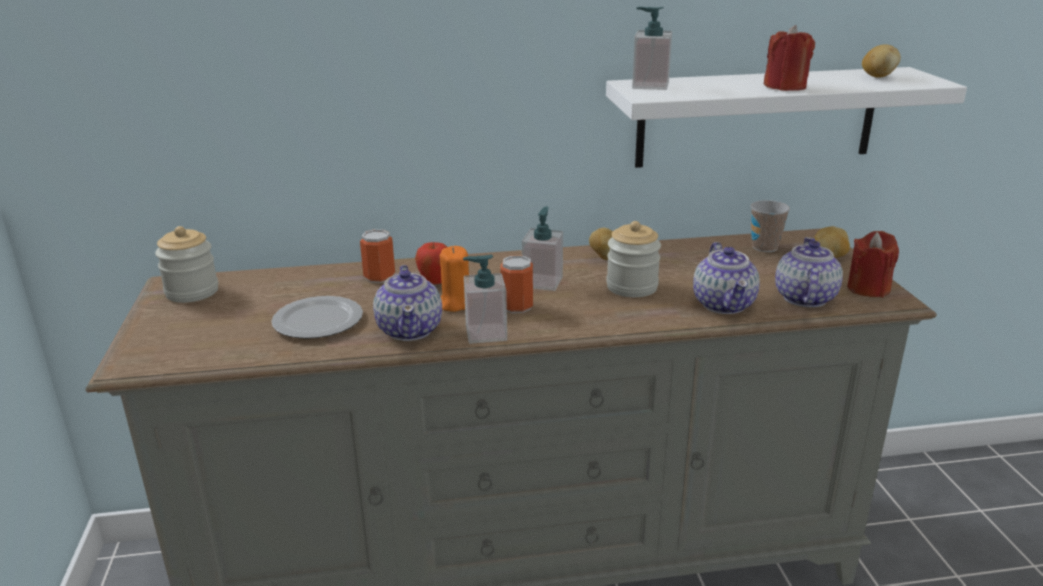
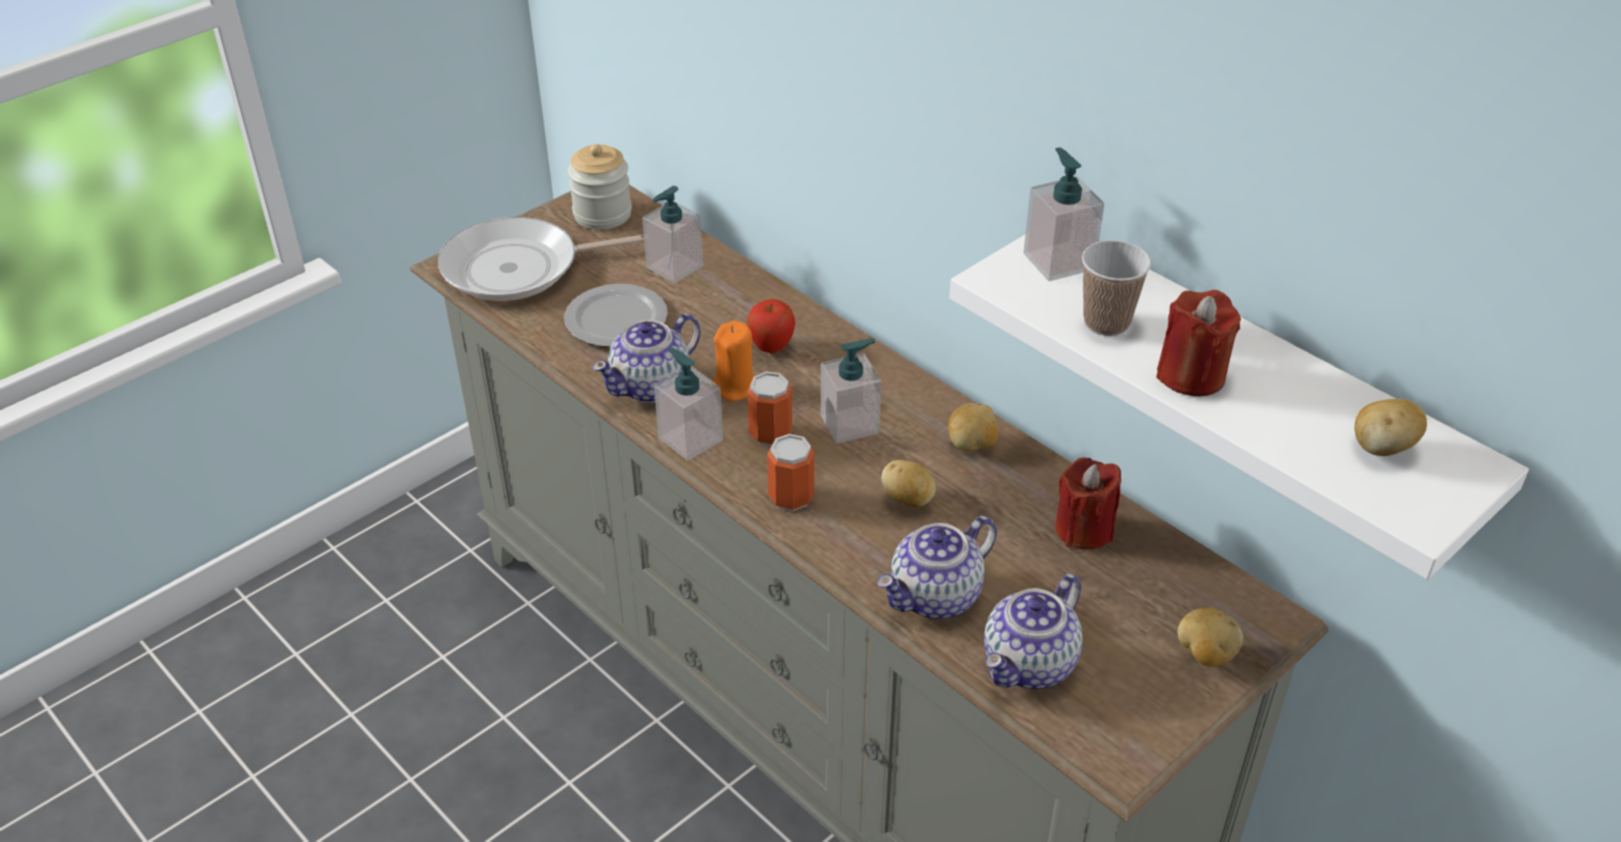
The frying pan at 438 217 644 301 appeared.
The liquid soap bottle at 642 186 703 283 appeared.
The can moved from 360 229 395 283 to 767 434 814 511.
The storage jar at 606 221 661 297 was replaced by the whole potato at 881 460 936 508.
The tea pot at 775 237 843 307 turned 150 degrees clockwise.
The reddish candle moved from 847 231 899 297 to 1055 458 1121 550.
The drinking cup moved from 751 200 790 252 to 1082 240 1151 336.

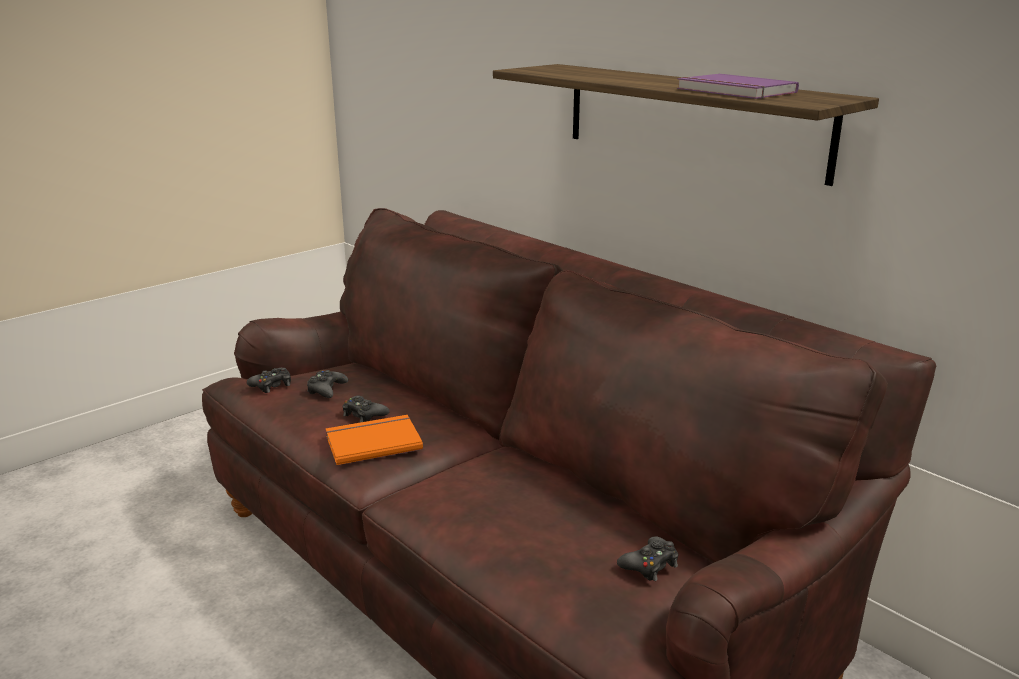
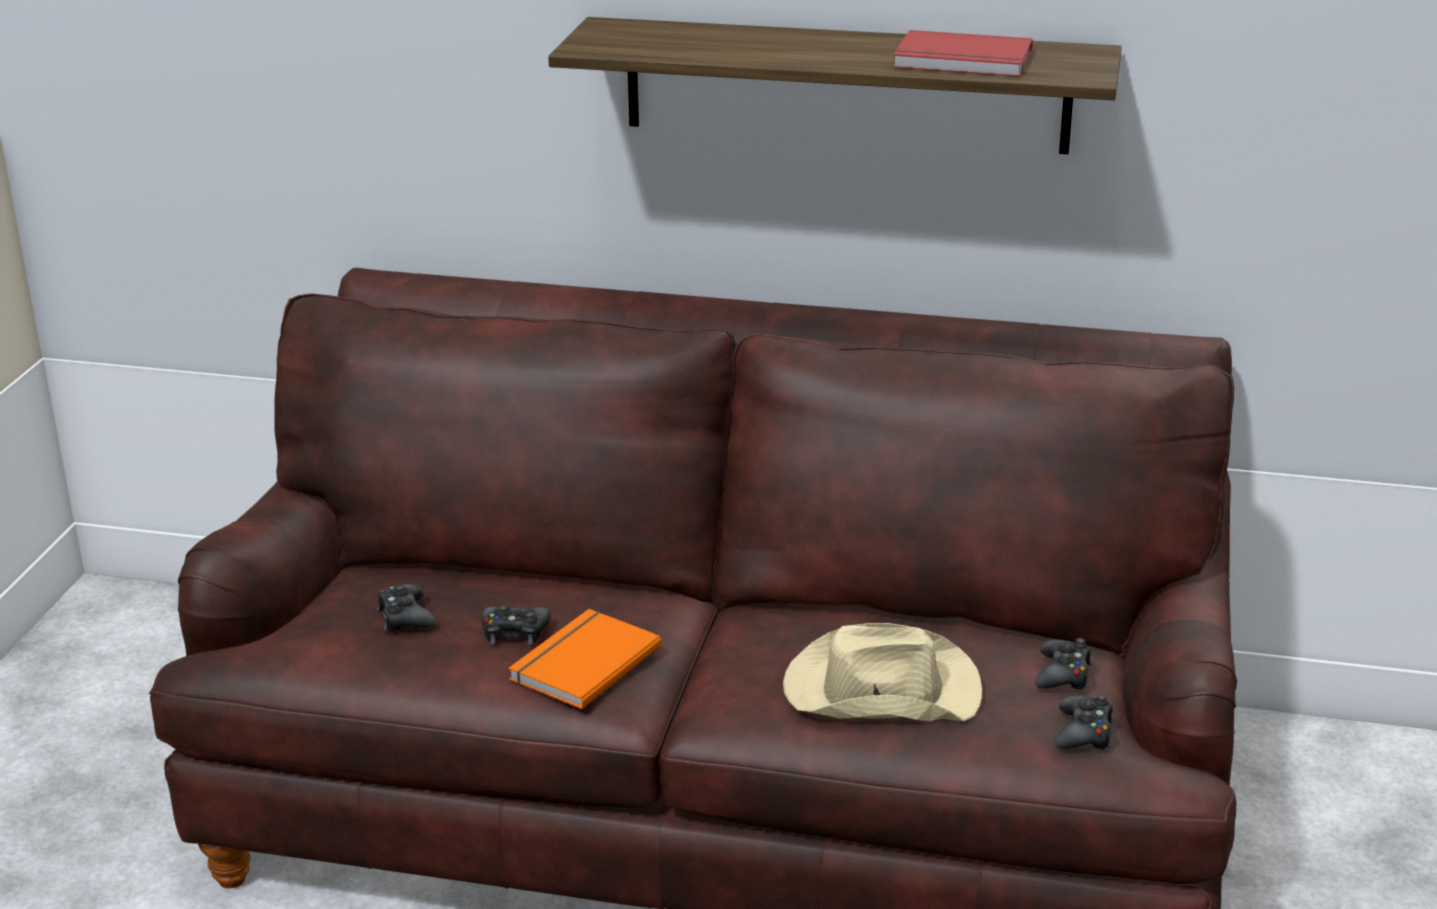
The sand-coloured wearable hat at 783 623 982 721 appeared.
The purplish volume at 677 74 799 99 became the reddish volume at 893 30 1033 77.
The black-coloured gamepad moved from 247 368 291 393 to 1055 694 1113 749.

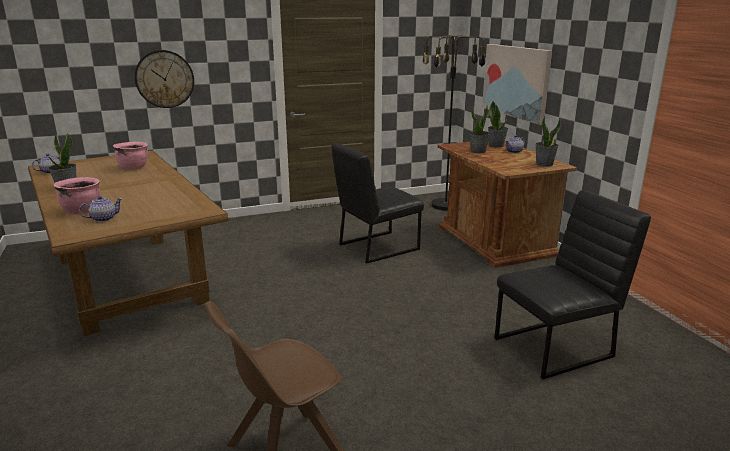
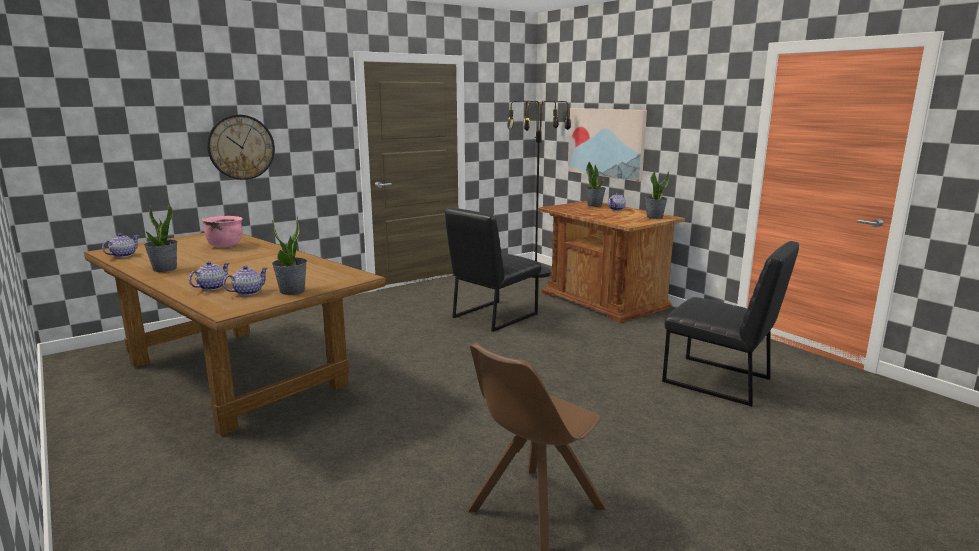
The pink-coloured stockpot at 54 177 100 214 was replaced by the tea pot at 189 261 230 290.
The houseplant moved from 469 105 490 153 to 272 216 307 295.
The black-coloured upright chair at 494 190 651 379 turned 75 degrees clockwise.

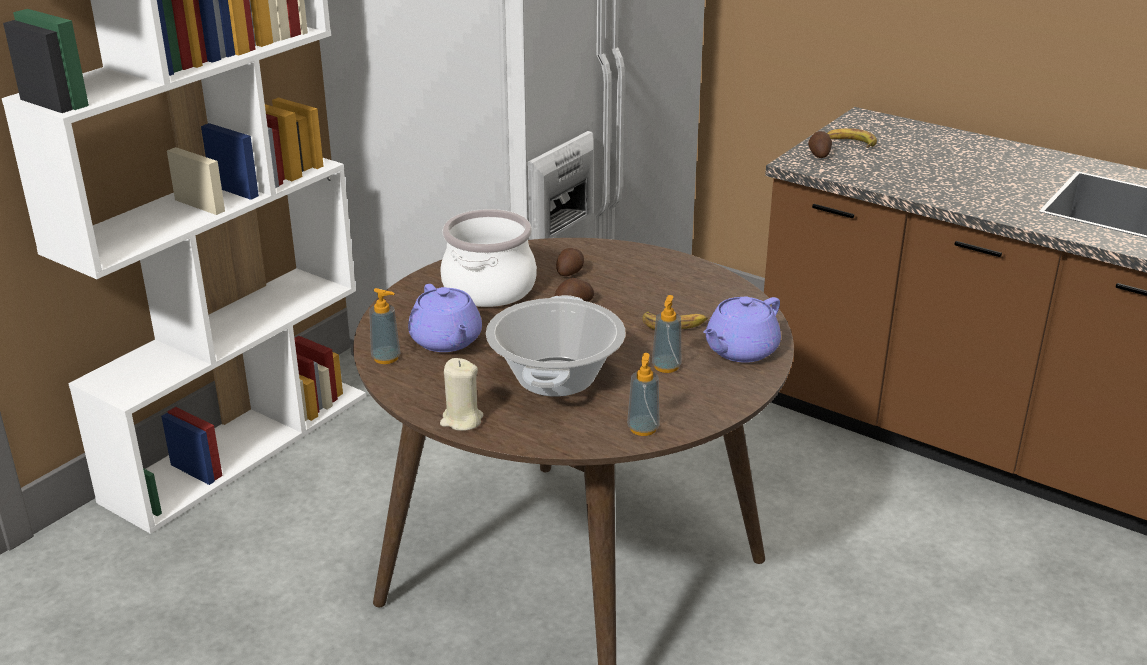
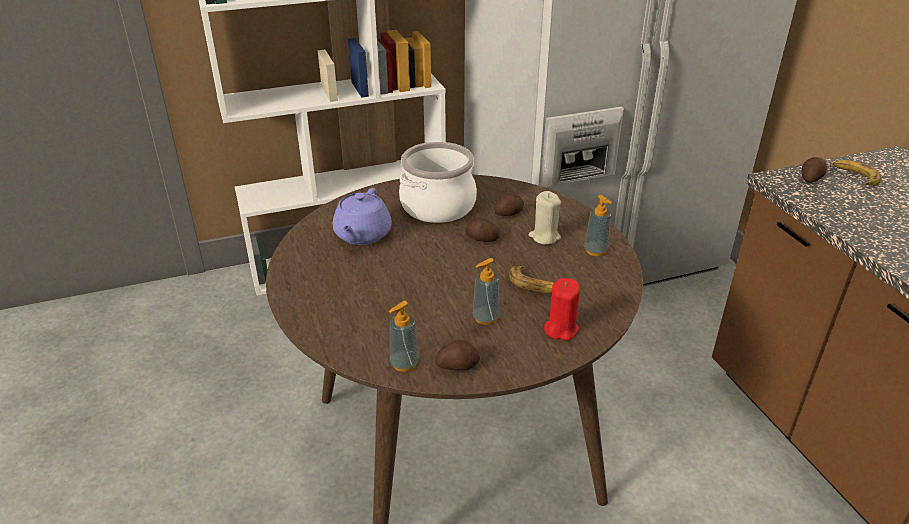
The whole potato at 435 340 480 370 appeared.
The sand-coloured candle moved from 440 358 483 431 to 528 191 561 245.
The purplish tea pot at 703 296 781 363 was replaced by the reddish candle at 544 278 580 340.
The liquid soap bottle moved from 369 288 400 364 to 584 195 612 256.
The stockpot at 486 295 625 397 disappeared.

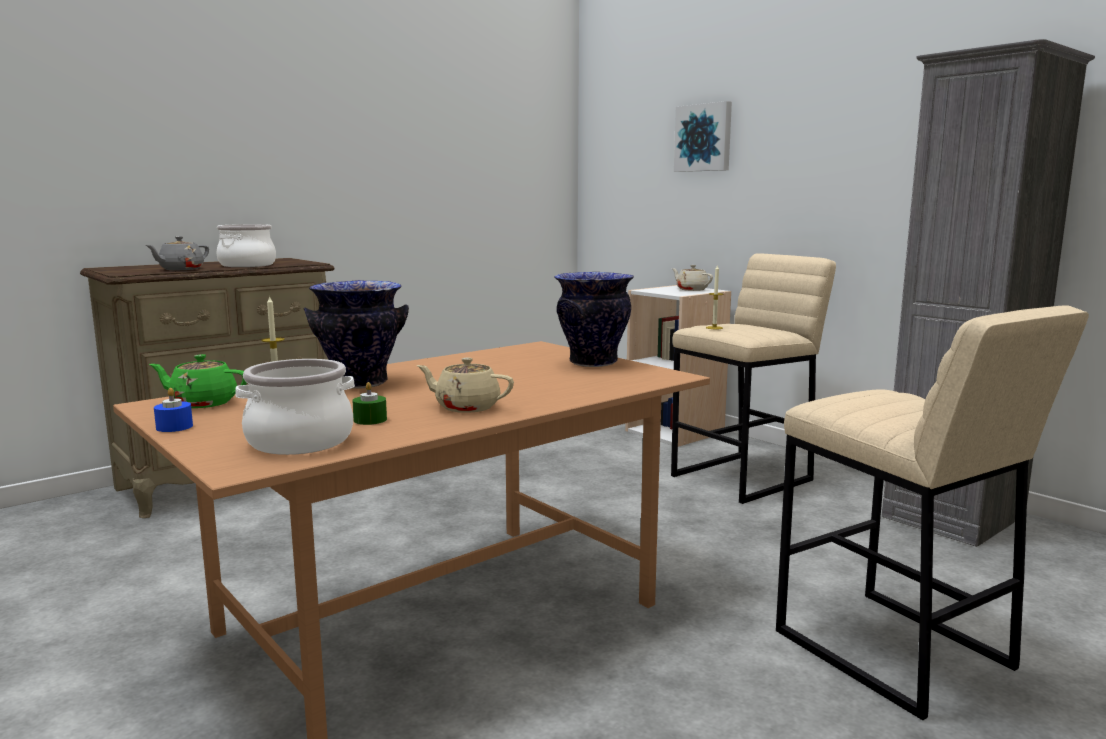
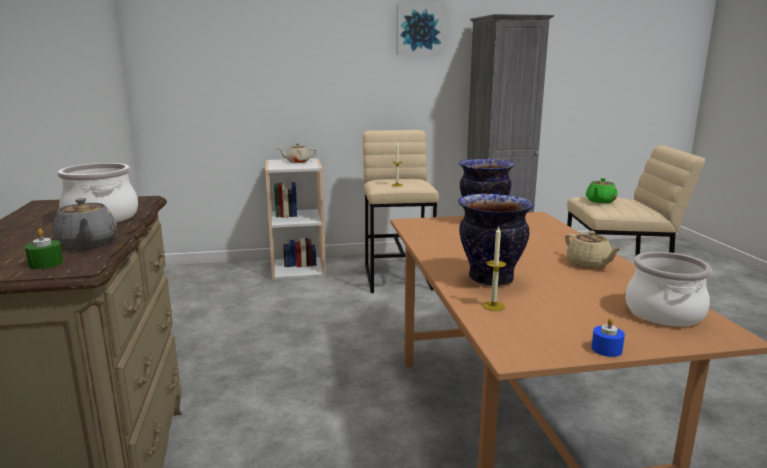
The greenish candle moved from 352 382 387 425 to 25 229 63 269.
The wall art moved from 674 101 732 172 to 397 4 445 55.
The sand-coloured tea pot at 417 358 514 413 turned 75 degrees counterclockwise.
The greenish tea pot moved from 149 354 247 408 to 586 178 617 203.

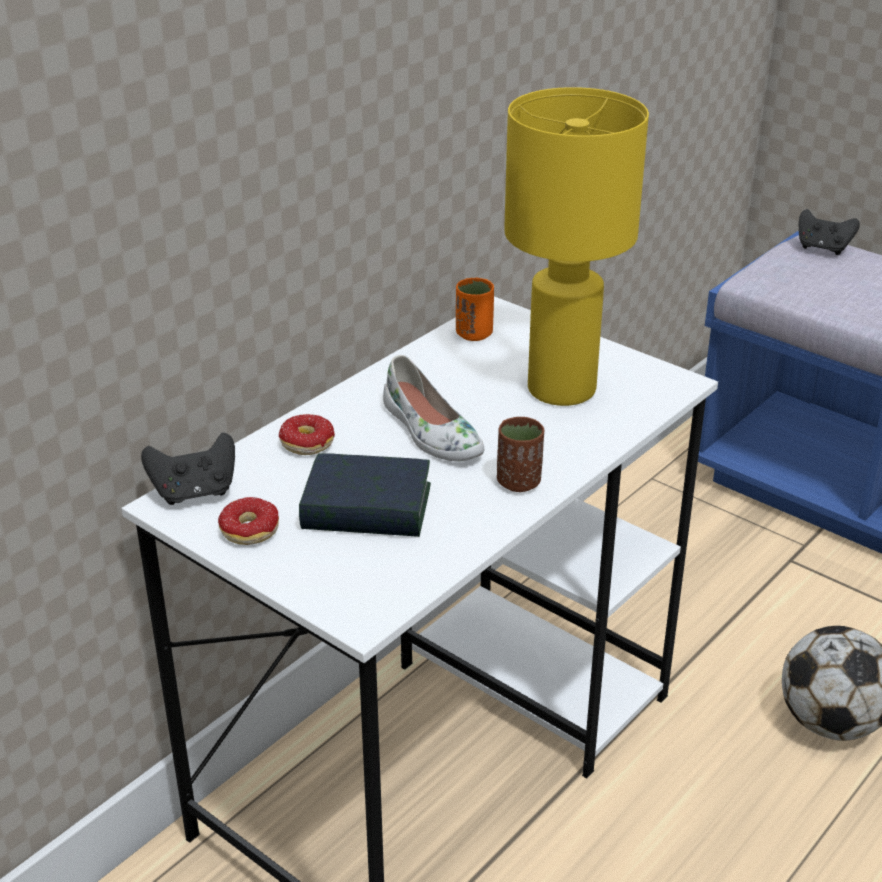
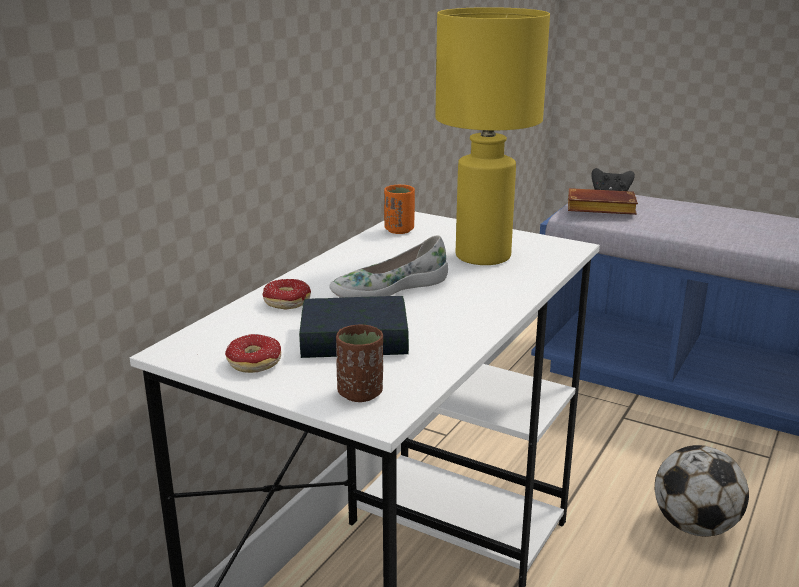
The white item of footwear at 383 355 484 462 turned 105 degrees clockwise.
The brown-coloured drinking cup moved from 497 417 544 492 to 336 324 383 402.
The brown-coloured volume at 568 188 638 215 appeared.
The black-coloured gamepad at 141 432 235 505 disappeared.

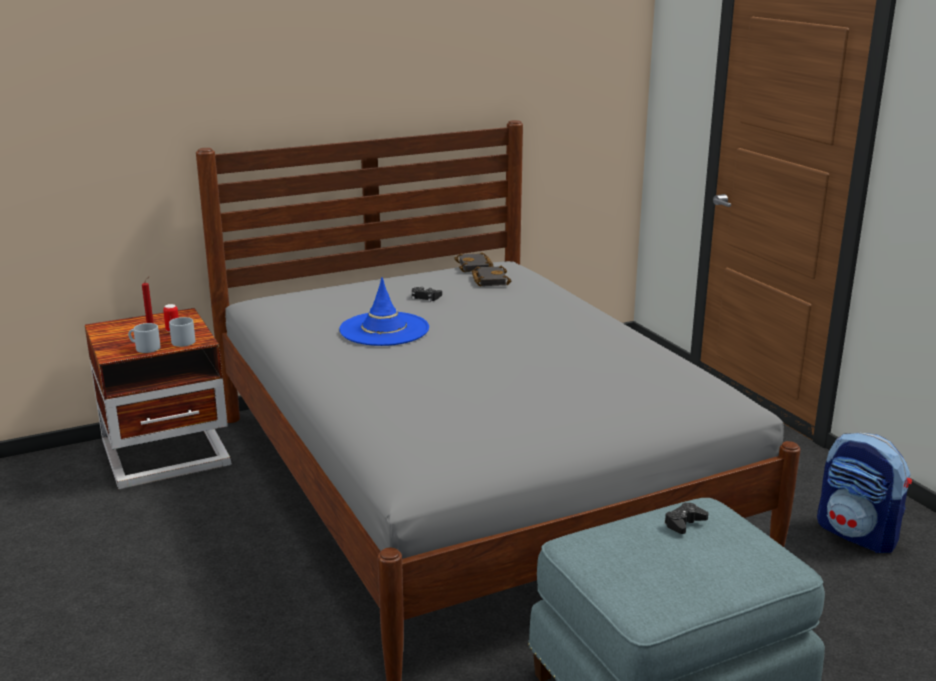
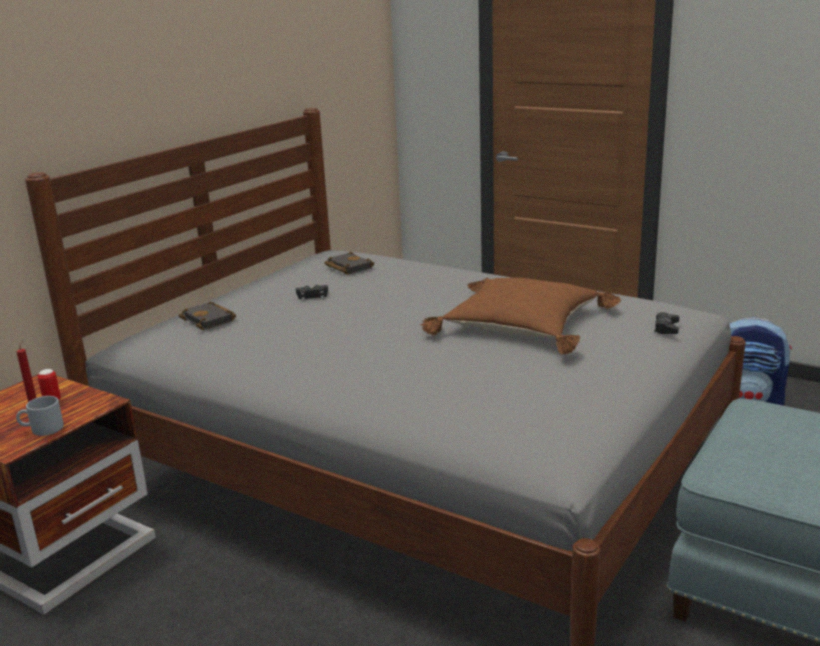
The black-coloured volume moved from 454 252 494 272 to 179 301 236 330.
The brown-coloured throw pillow at 420 278 622 355 appeared.
The black-coloured gamepad moved from 664 502 709 534 to 654 312 679 334.
The grey mug at 169 317 195 347 disappeared.
The blue-coloured wearable hat at 339 277 429 346 disappeared.

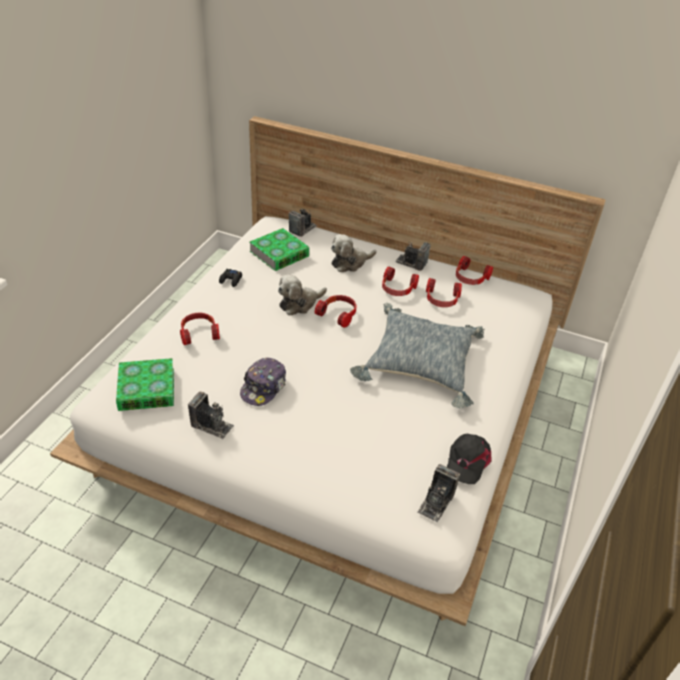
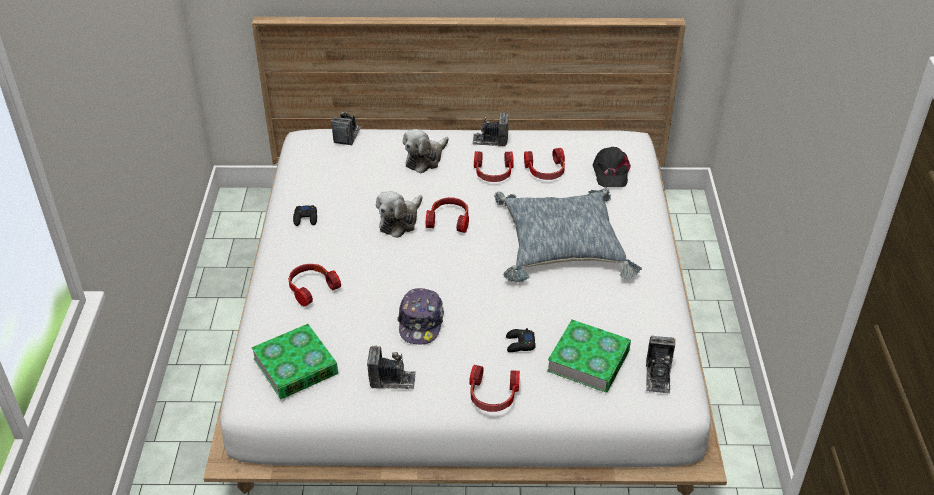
The headphones moved from 456 256 493 285 to 469 365 520 412.
The black-coloured gamepad at 506 328 536 352 appeared.
The volume moved from 250 228 310 271 to 547 320 631 393.
The black-coloured peaked cap moved from 447 434 492 484 to 593 147 631 187.

